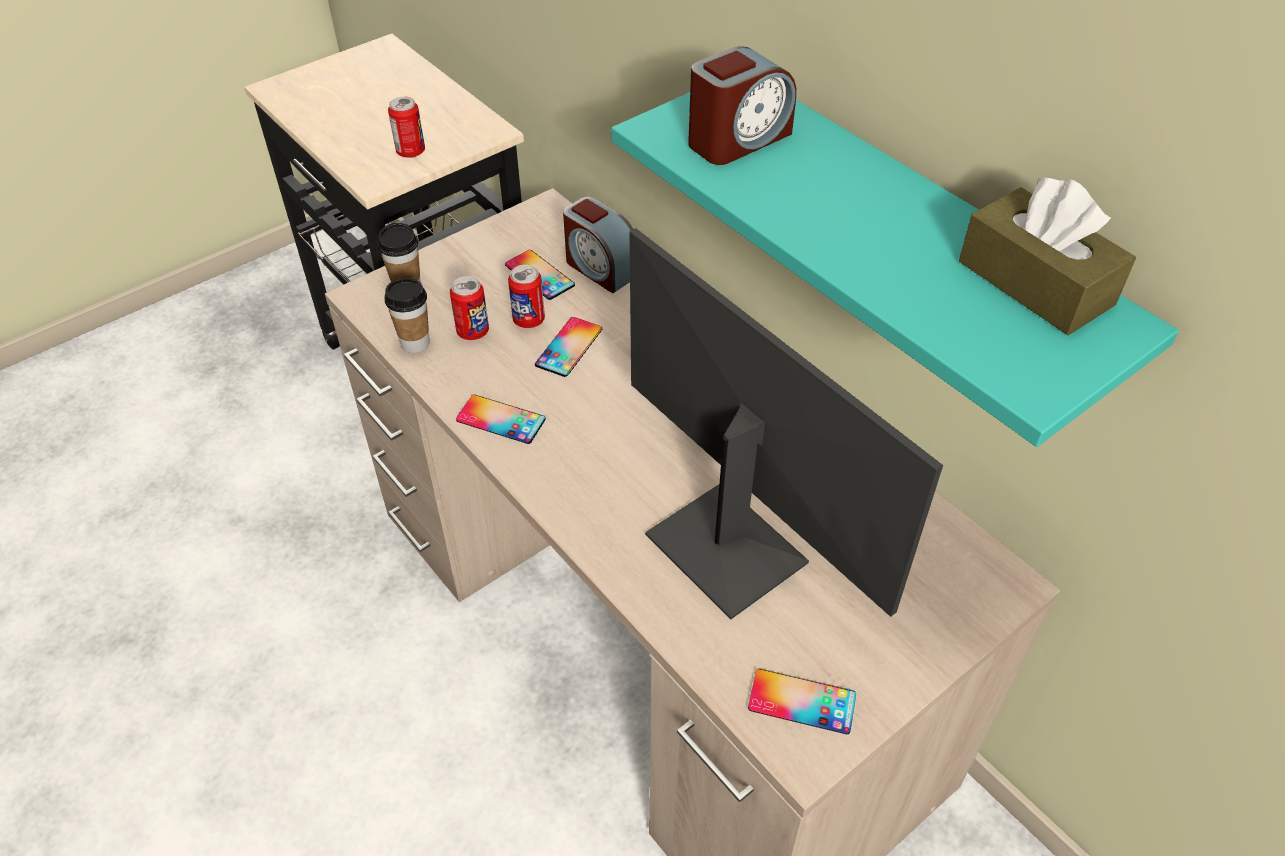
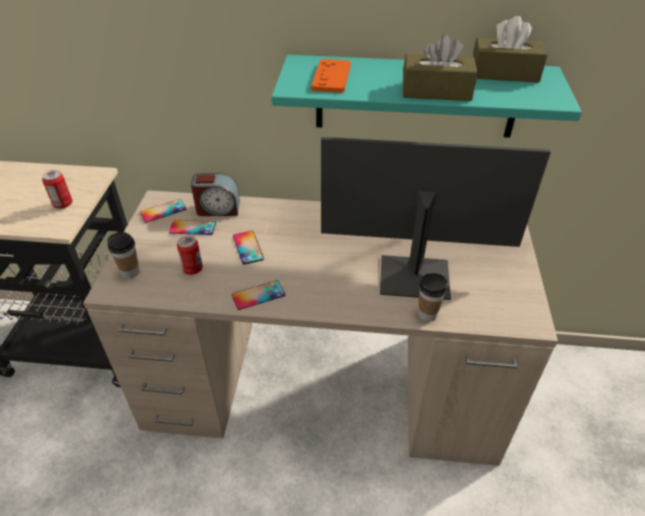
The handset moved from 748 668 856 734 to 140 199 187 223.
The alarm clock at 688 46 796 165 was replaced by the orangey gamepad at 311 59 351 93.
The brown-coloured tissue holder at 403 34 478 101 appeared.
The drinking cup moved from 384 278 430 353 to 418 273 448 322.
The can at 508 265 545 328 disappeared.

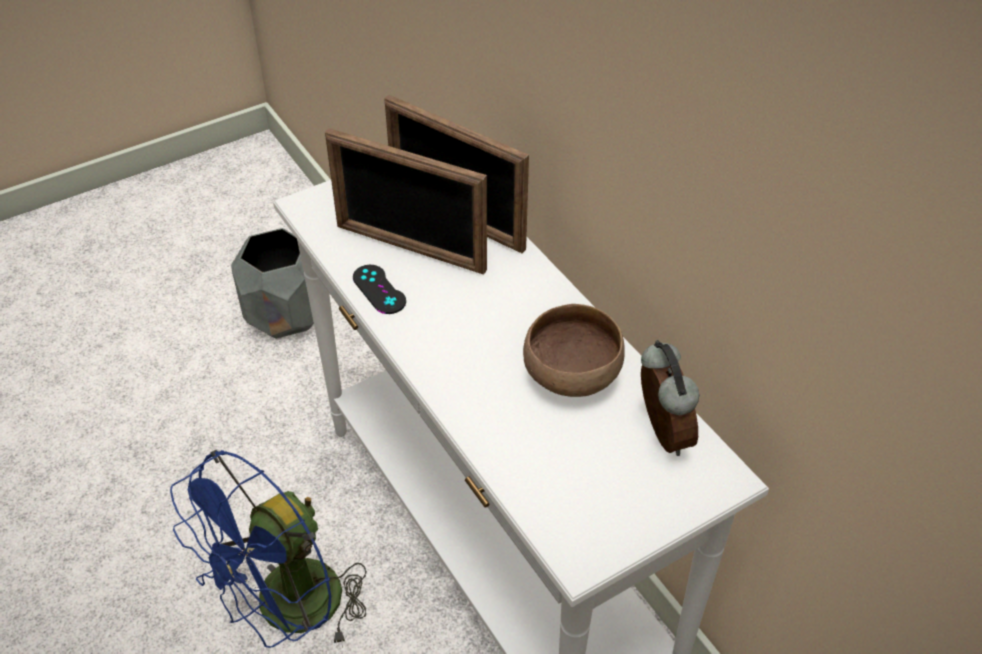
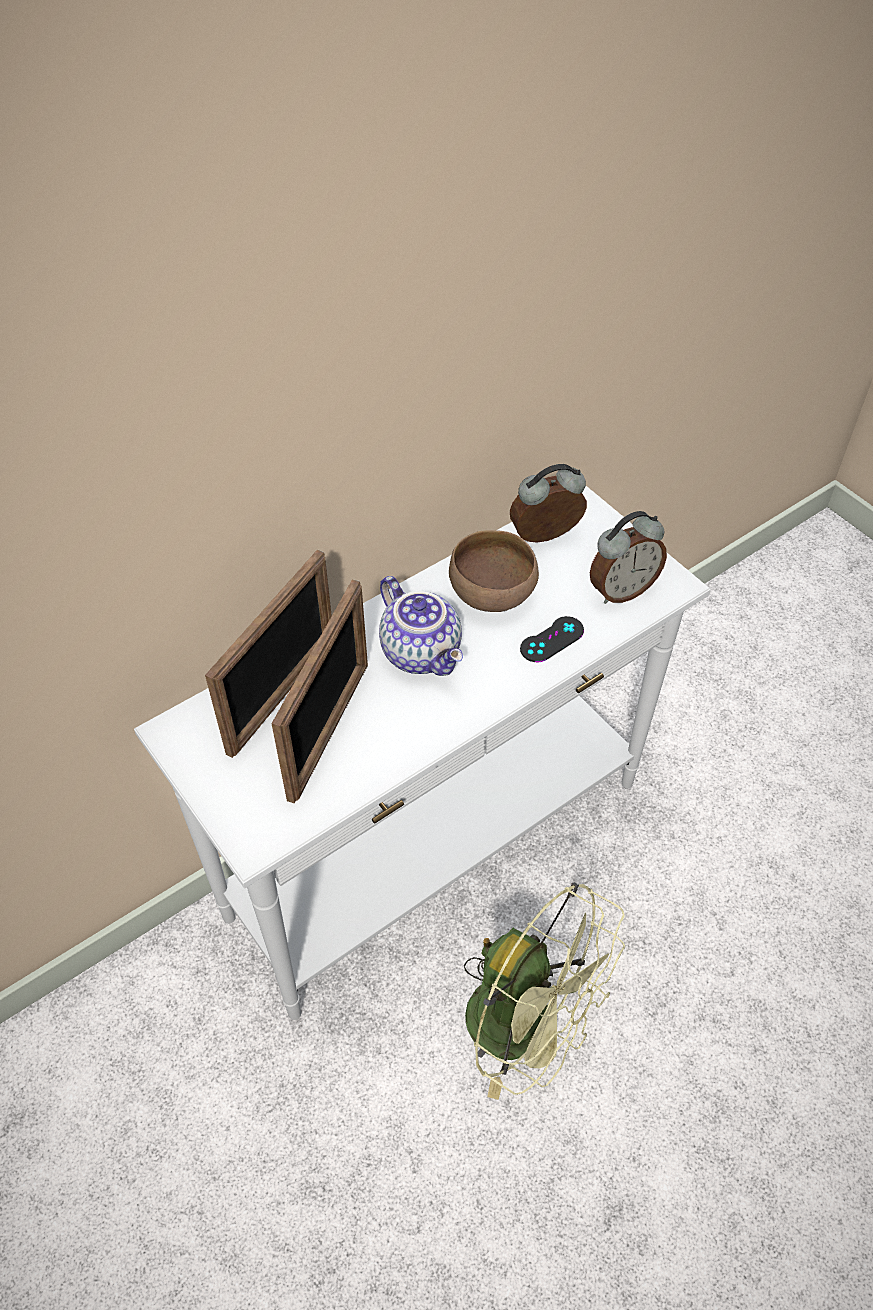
The tea pot at 379 576 463 676 appeared.
The blue-coloured electric fan at 170 450 367 648 became the greenish electric fan at 464 883 625 1100.
The black-coloured gamepad moved from 353 265 406 314 to 520 616 584 662.
The alarm clock at 590 511 667 604 appeared.
The grey flower pot at 231 228 314 339 disappeared.

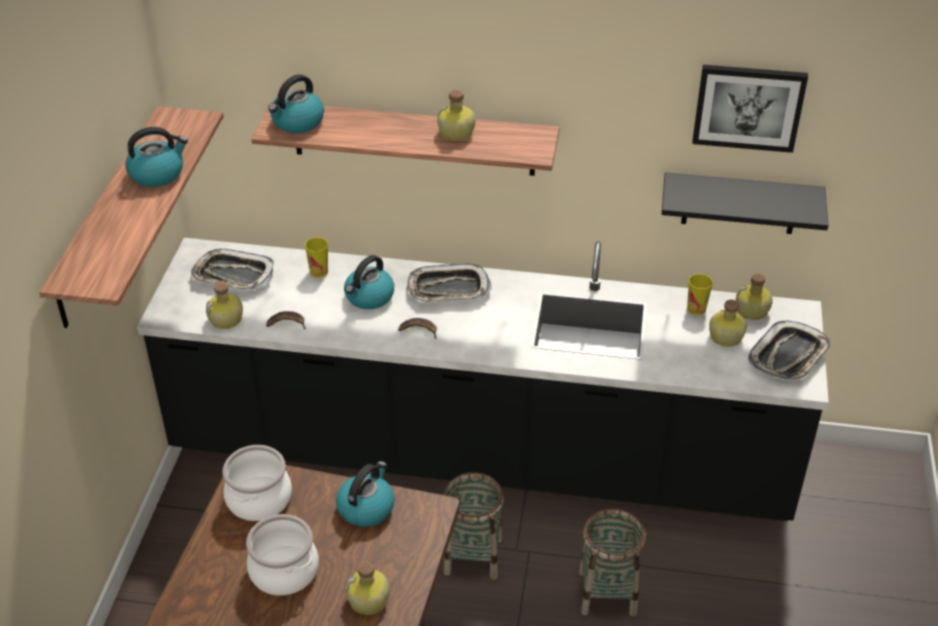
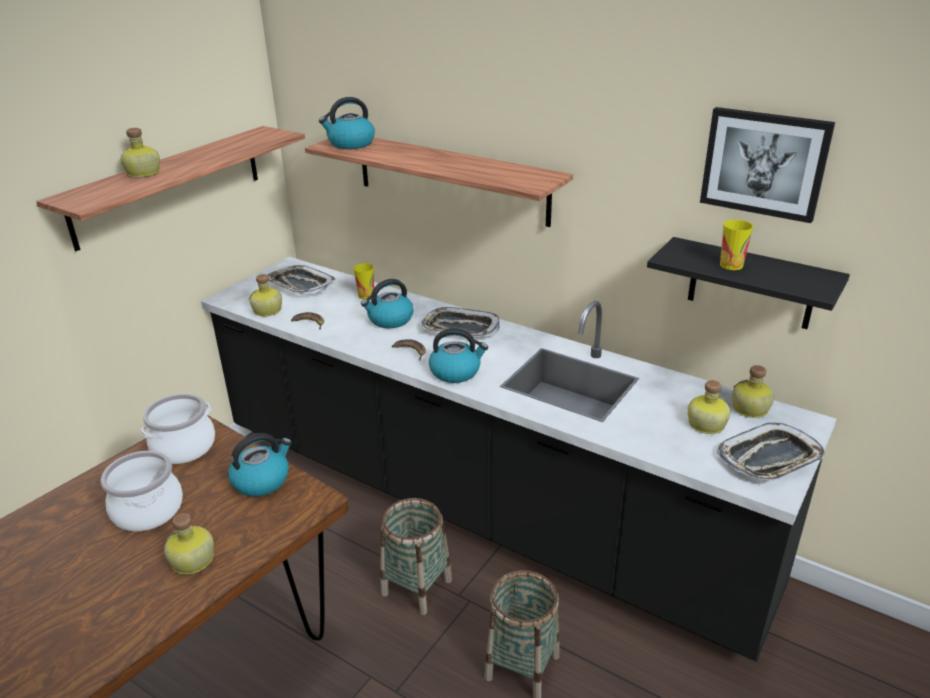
The beverage bottle moved from 437 90 476 141 to 121 128 160 178.
The tea kettle moved from 125 127 188 187 to 429 328 488 383.
The drinking cup moved from 687 274 713 315 to 720 220 753 270.

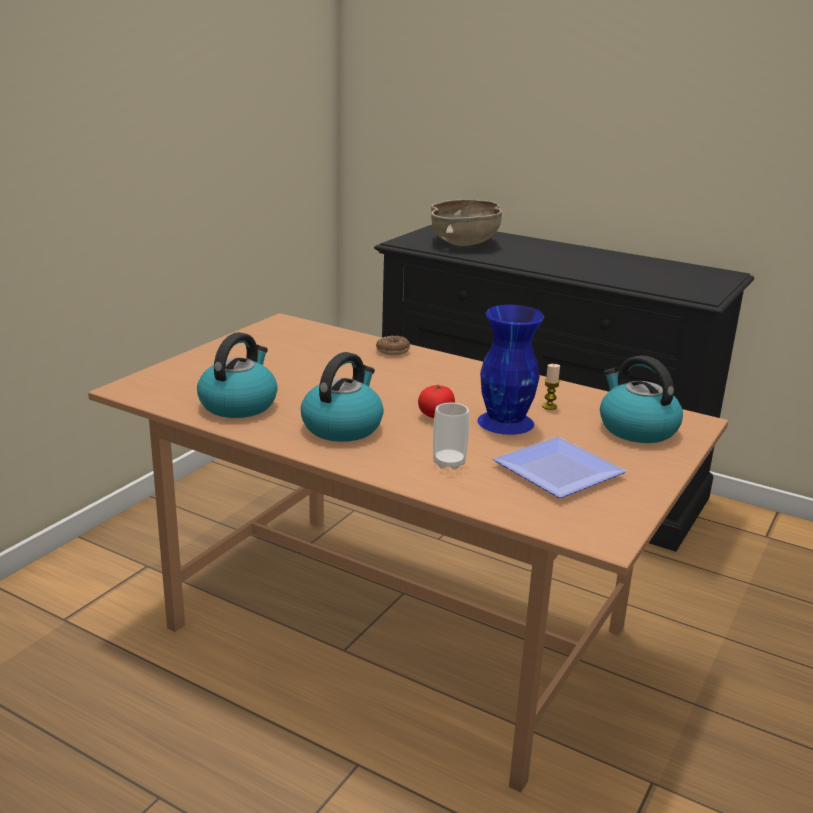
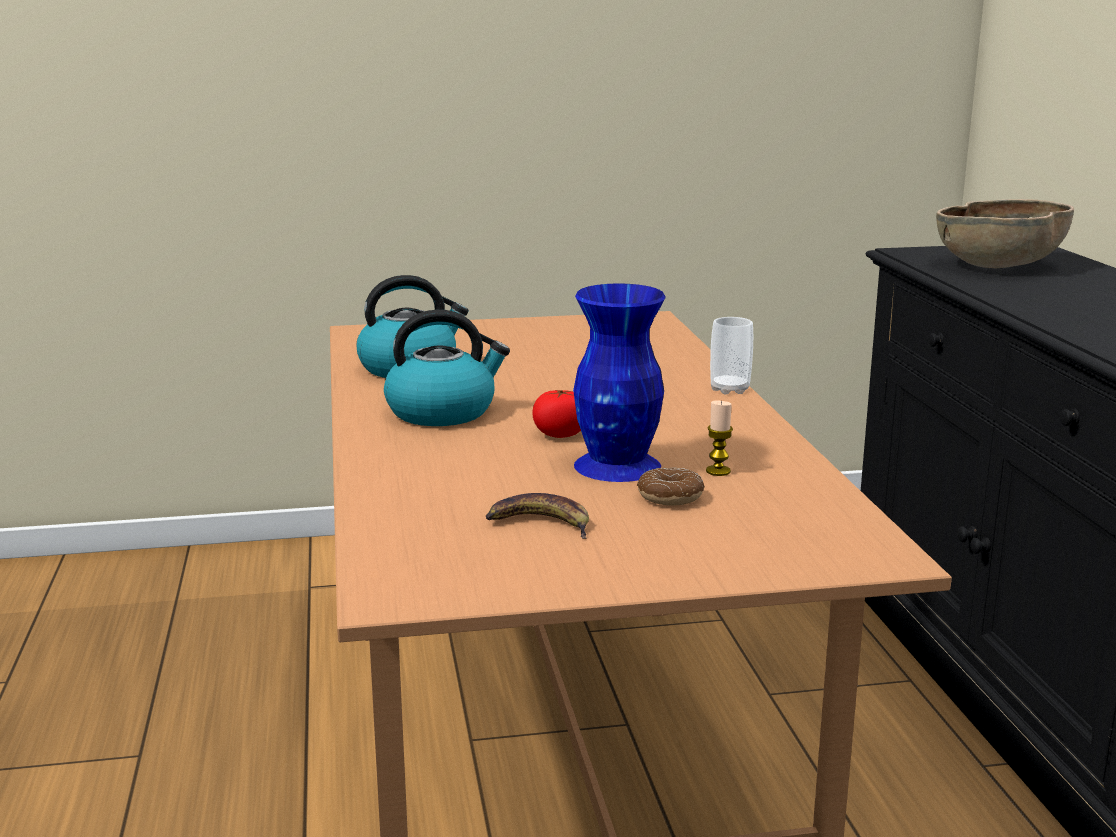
The dinner plate at 493 436 627 498 was replaced by the banana at 486 493 589 539.
The doughnut moved from 376 336 410 355 to 637 468 705 506.
The drinking cup moved from 433 403 469 470 to 710 317 753 395.
The tea kettle at 600 355 683 443 disappeared.

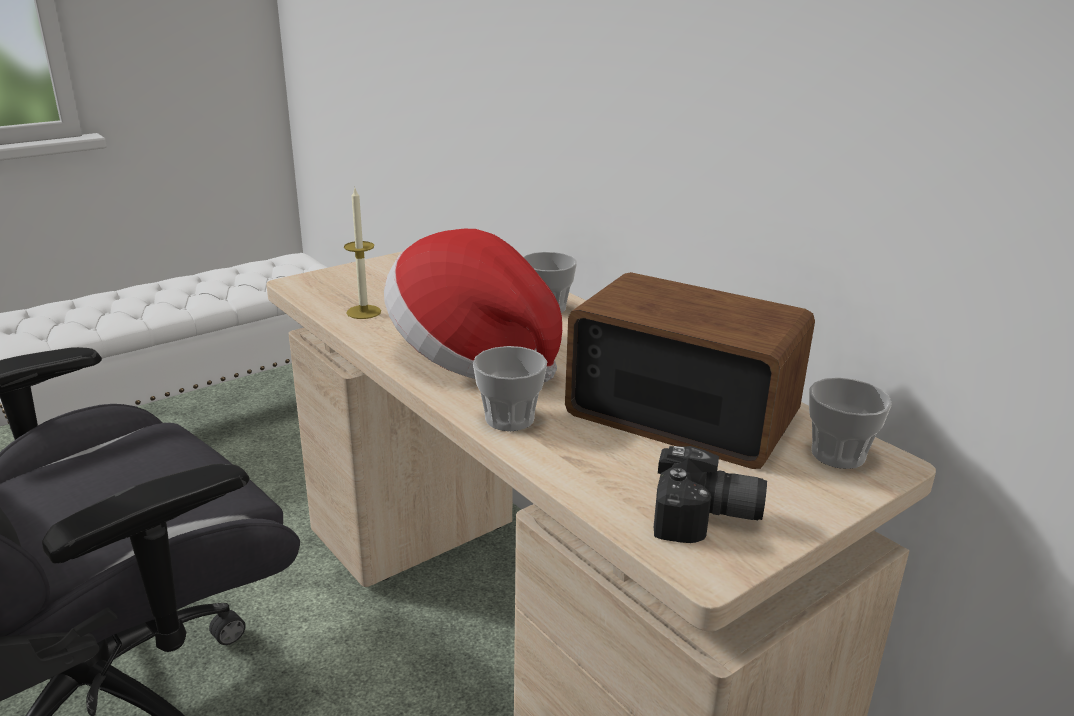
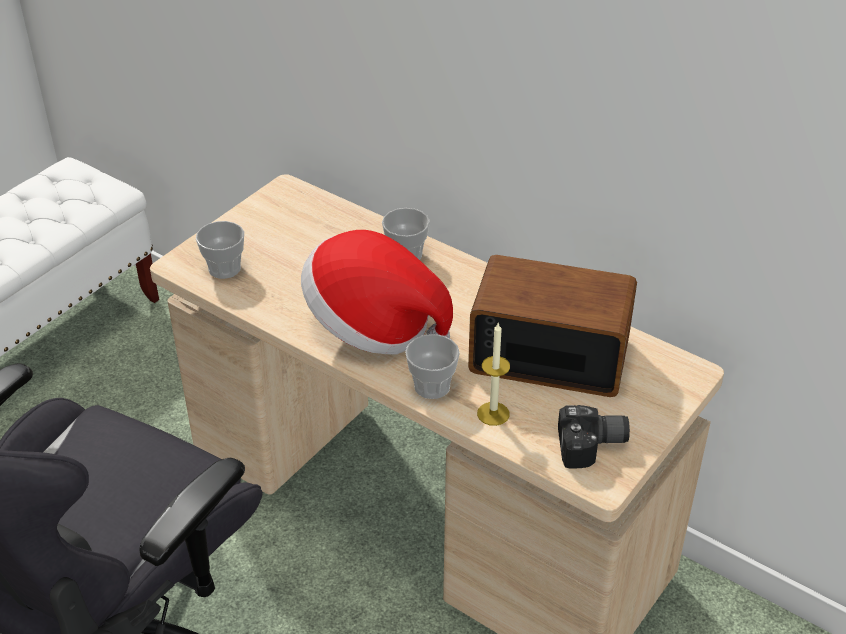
The drinking cup moved from 809 378 892 469 to 196 221 244 279.
The candle moved from 344 188 381 319 to 477 323 510 426.

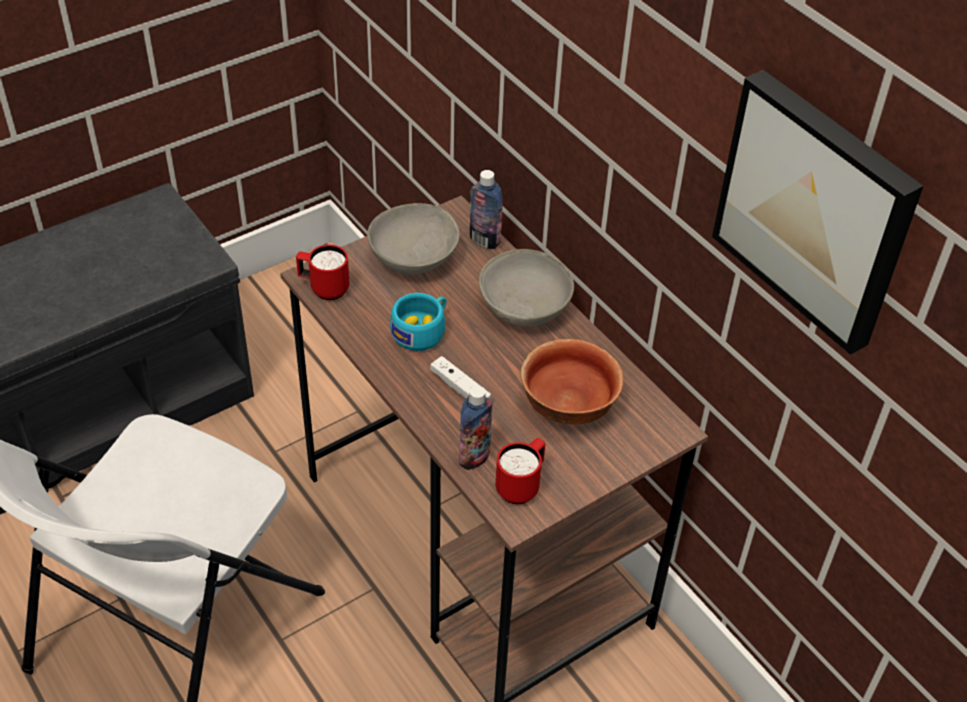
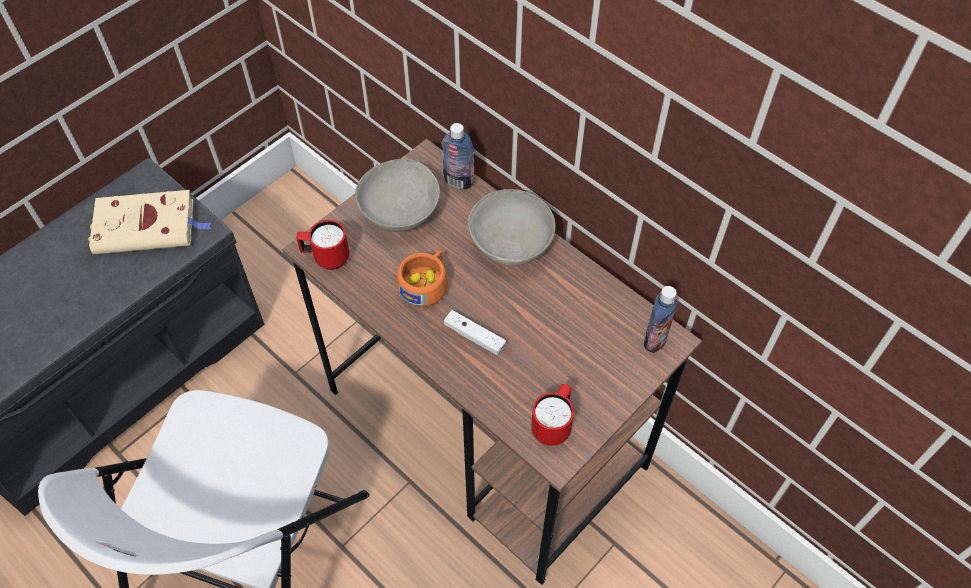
The sand-coloured volume at 88 190 211 254 appeared.
The blue-green drinking cup at 390 293 447 351 became the orangey drinking cup at 397 250 448 307.
The beverage bottle moved from 459 385 493 470 to 644 286 679 353.
The deep dish at 521 339 623 425 disappeared.
The wall art at 712 70 923 355 disappeared.

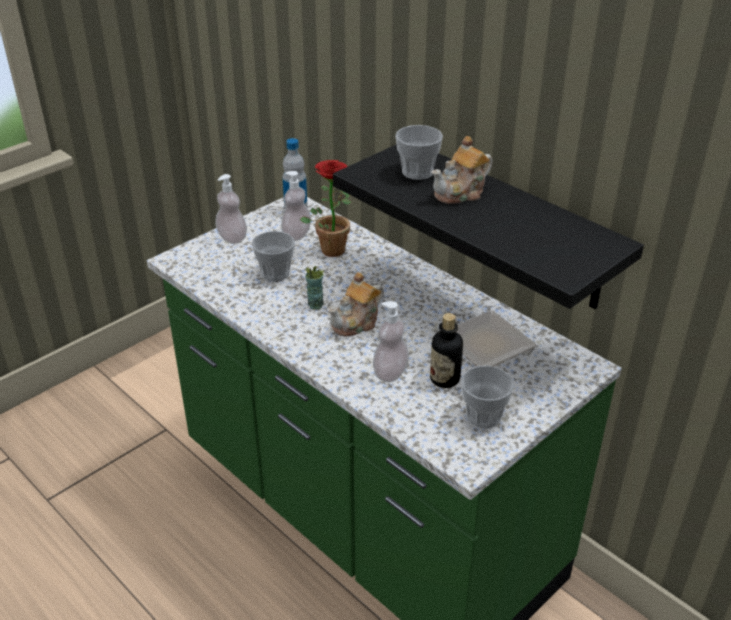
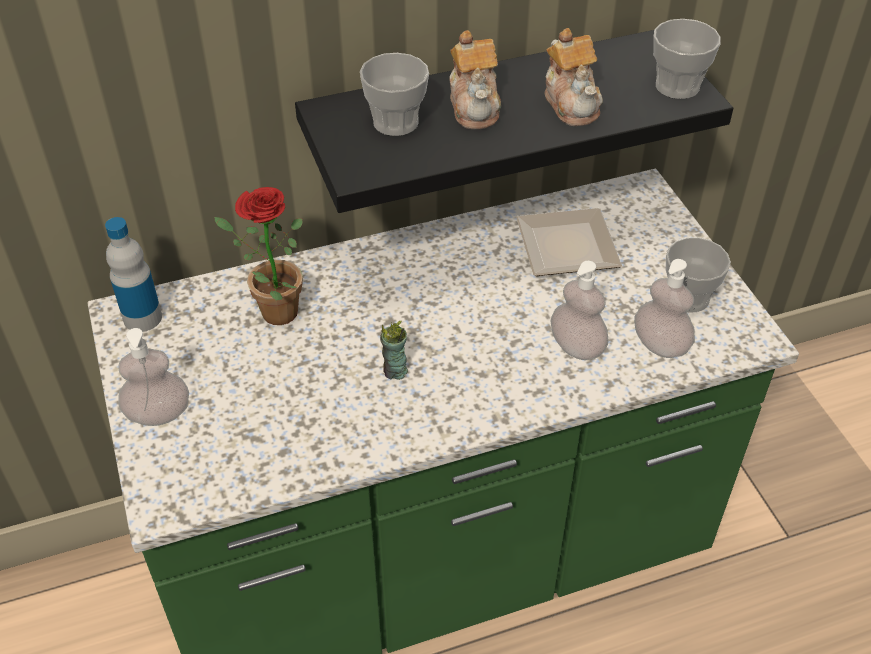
The tea pot moved from 328 272 384 337 to 544 28 603 126.
The liquid soap bottle moved from 281 171 311 241 to 634 259 695 358.
The drinking cup moved from 252 231 295 282 to 653 19 721 99.
The beverage bottle at 430 313 463 388 disappeared.

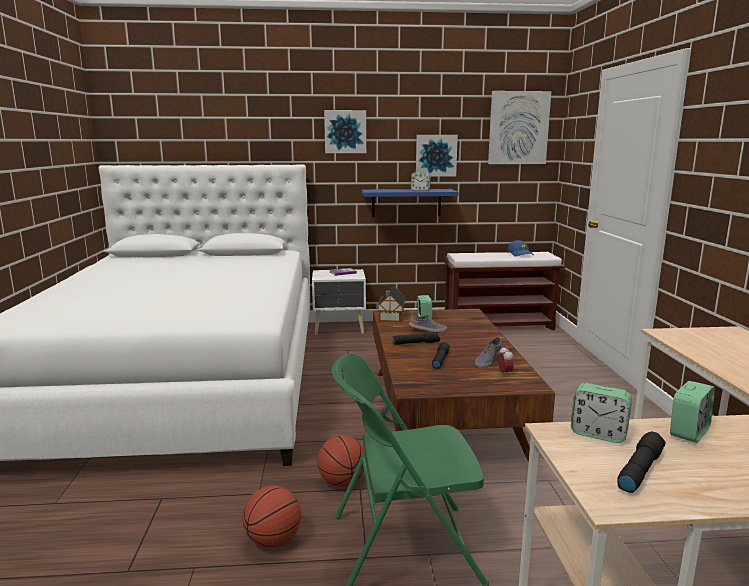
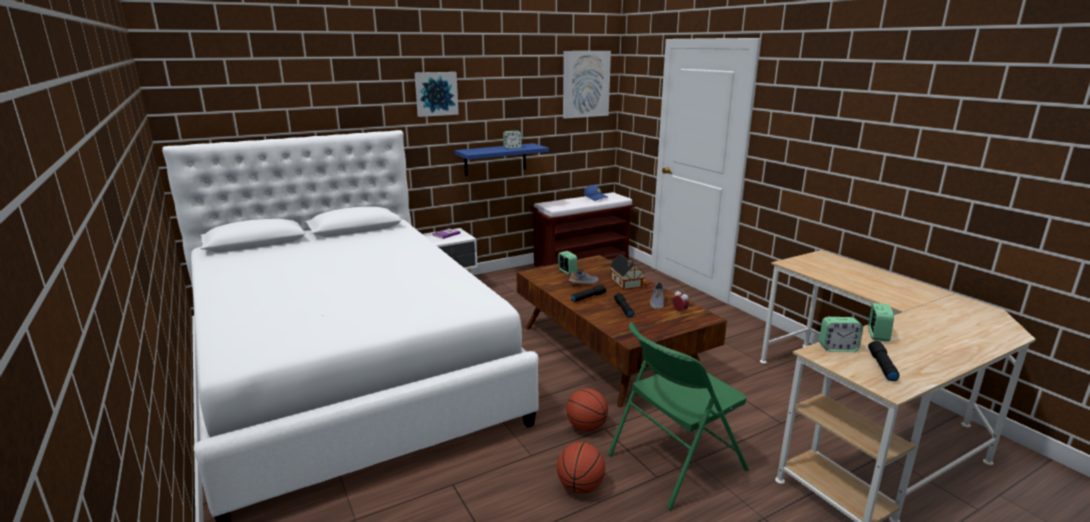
The toy house moved from 377 287 406 322 to 609 254 646 290.
The wall art at 416 135 458 177 disappeared.

